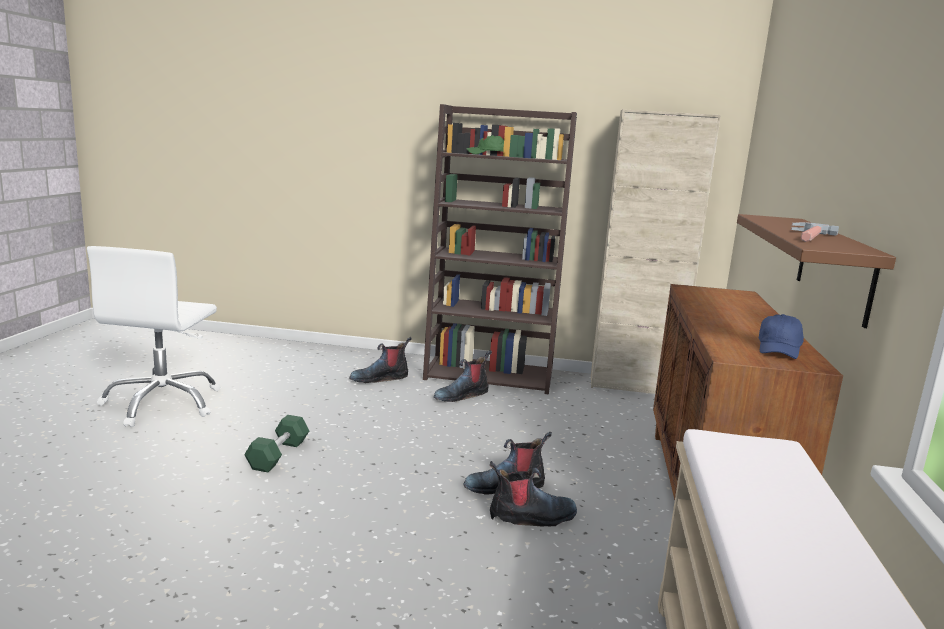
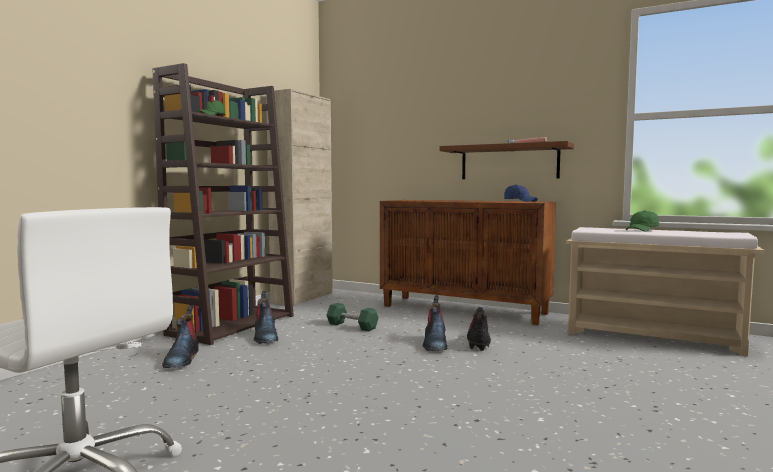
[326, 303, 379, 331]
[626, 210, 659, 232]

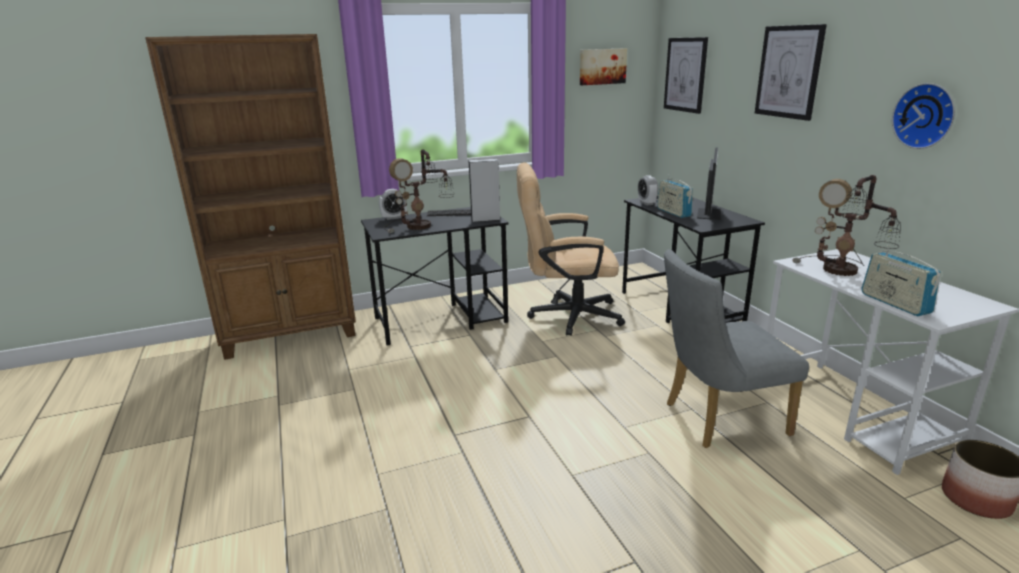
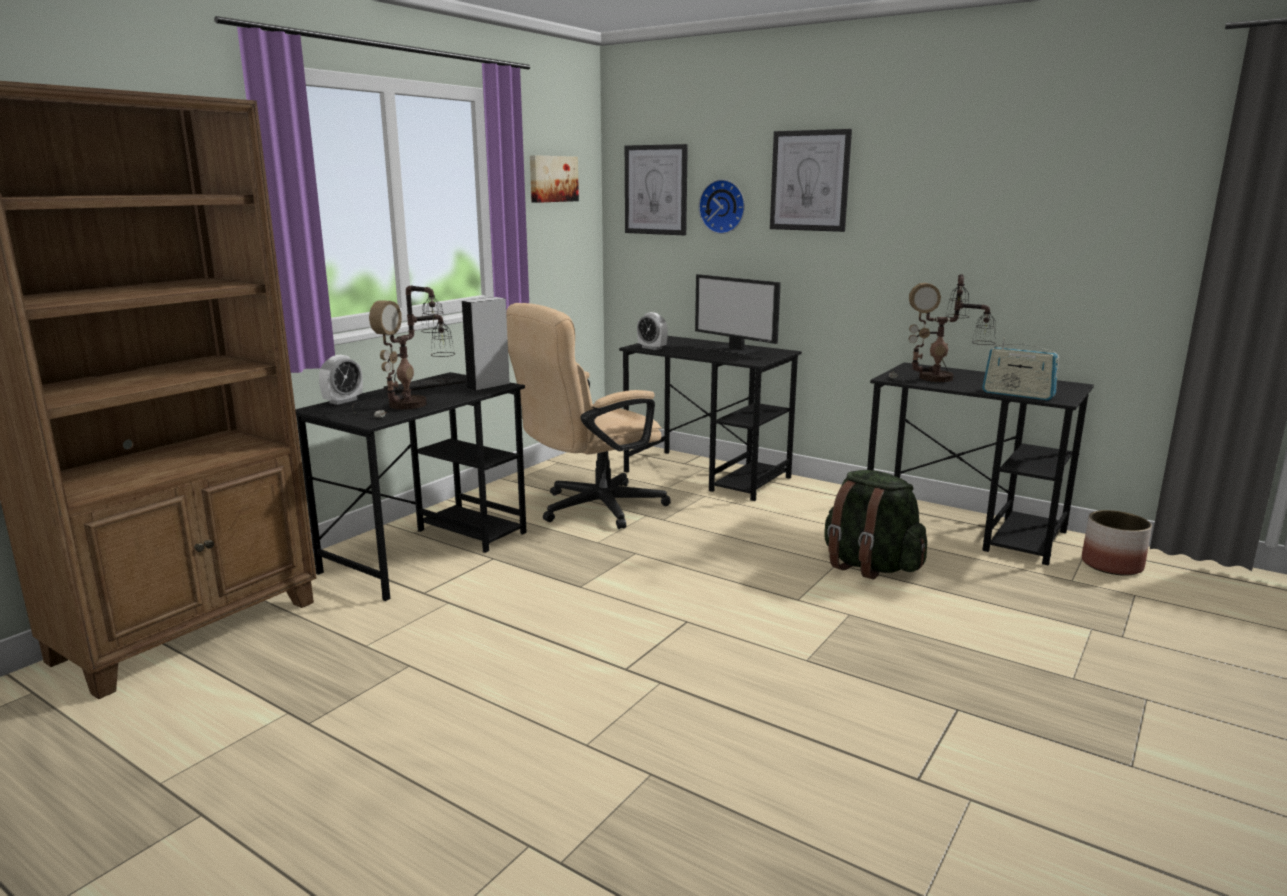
[657, 174, 693, 218] (first image)
[824, 470, 927, 579]
[695, 274, 781, 355]
[867, 362, 1094, 565]
[699, 179, 745, 234]

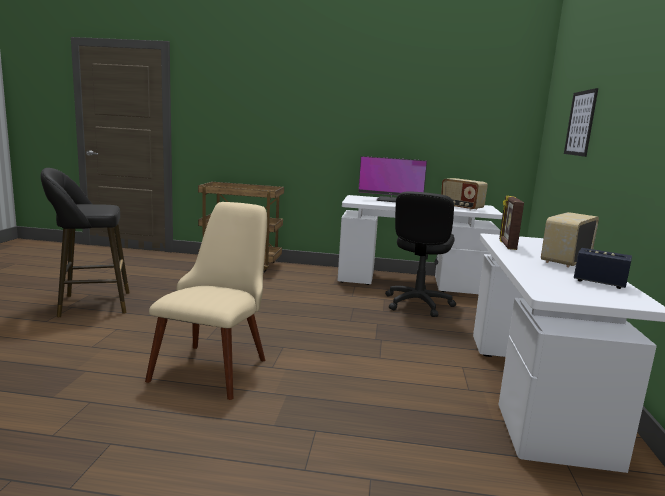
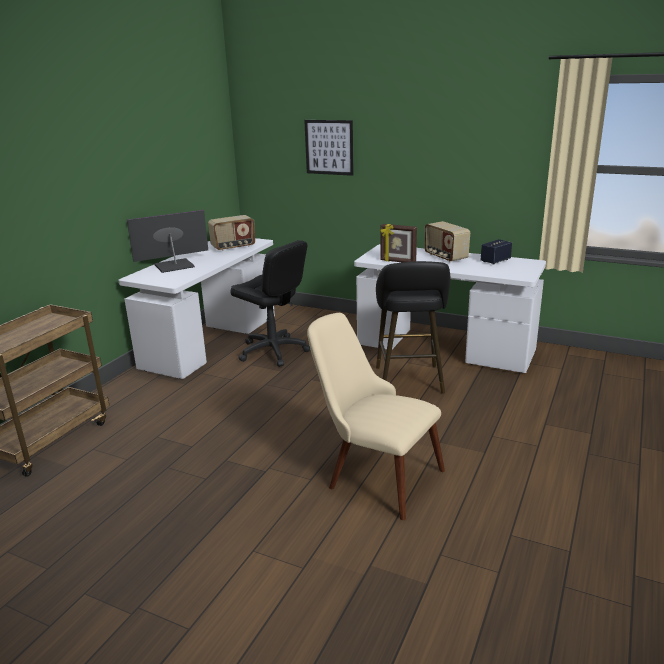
[376, 261, 451, 394]
[127, 210, 208, 273]

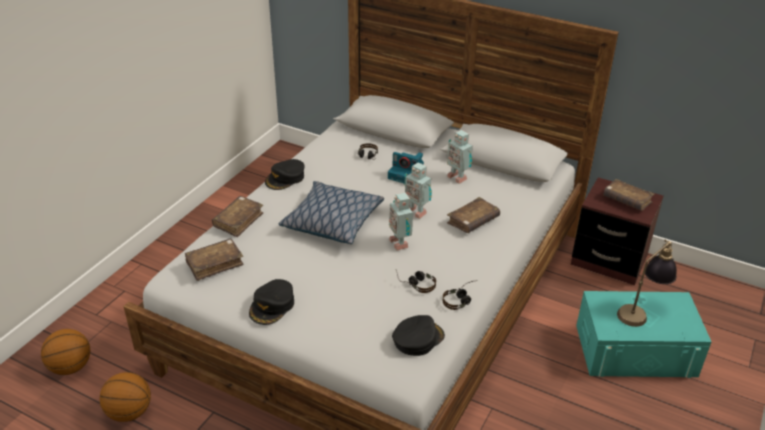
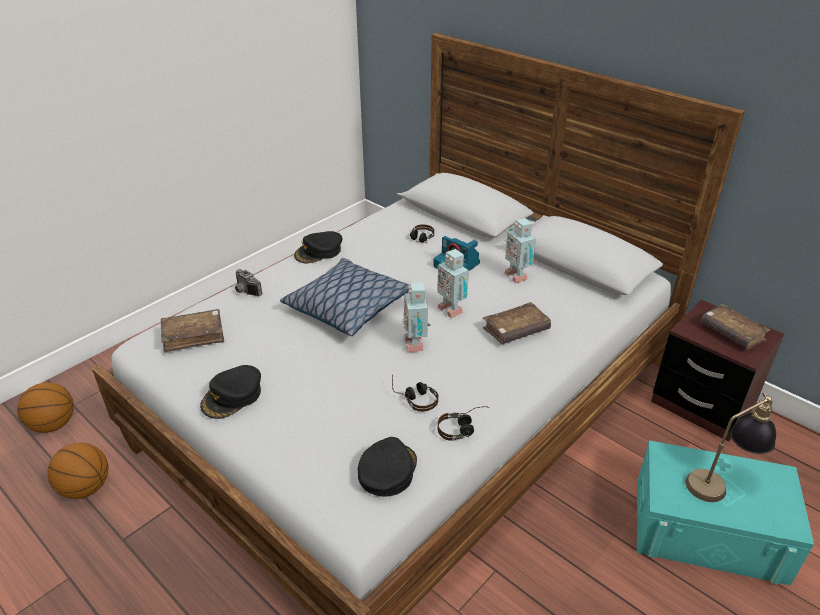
[235, 269, 263, 296]
[358, 437, 417, 497]

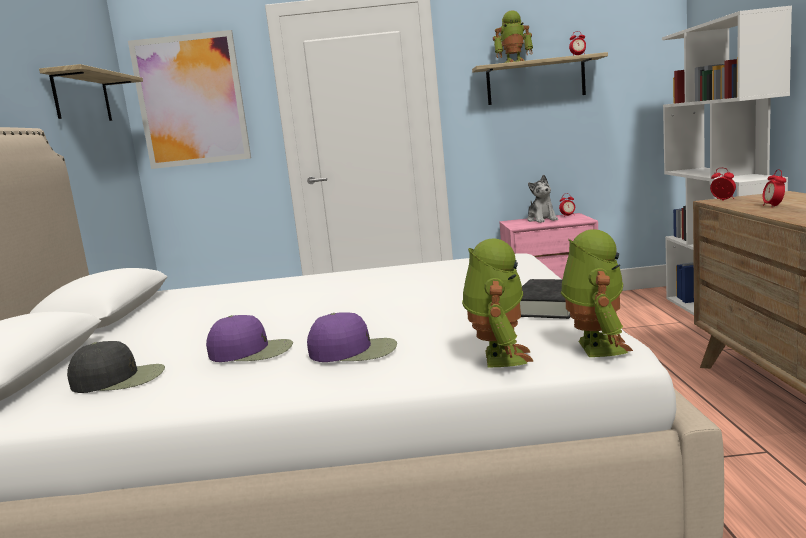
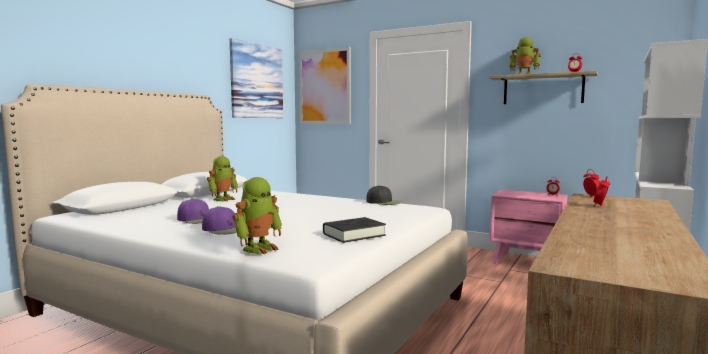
[230, 38, 283, 118]
[366, 185, 403, 205]
[527, 175, 558, 223] (first image)
[207, 156, 238, 201]

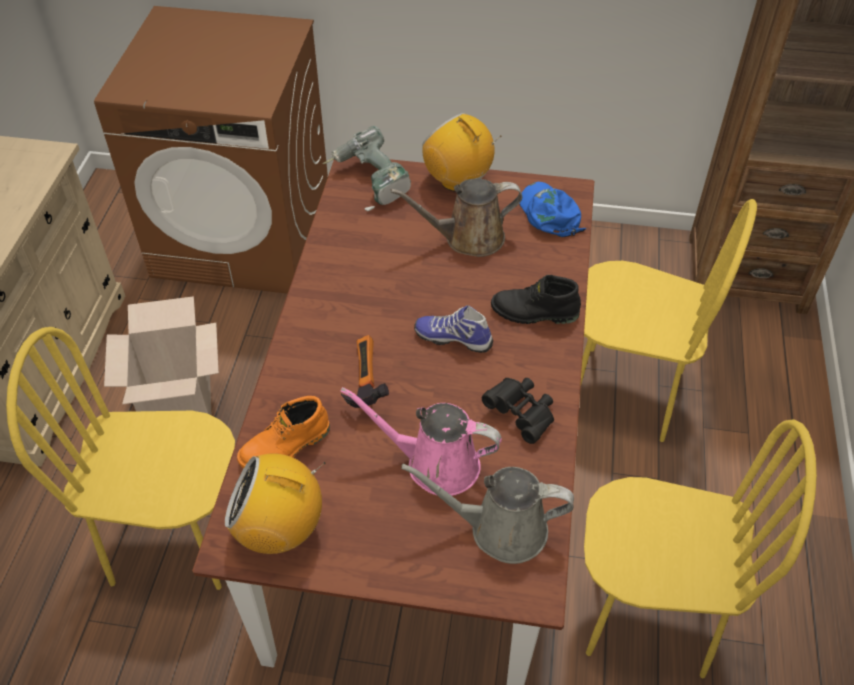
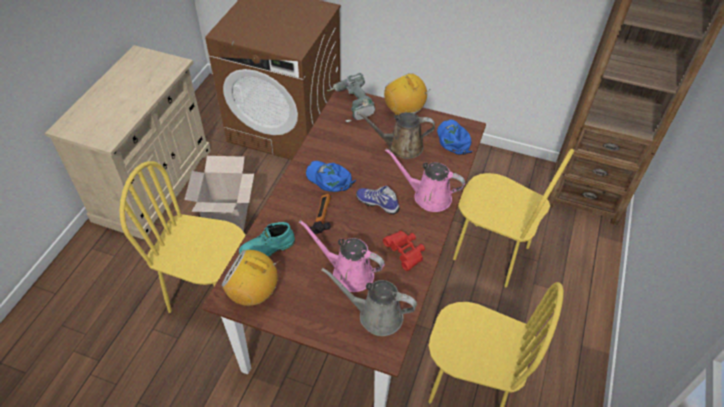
[239, 222, 295, 257]
[383, 231, 425, 271]
[385, 148, 465, 212]
[306, 161, 356, 192]

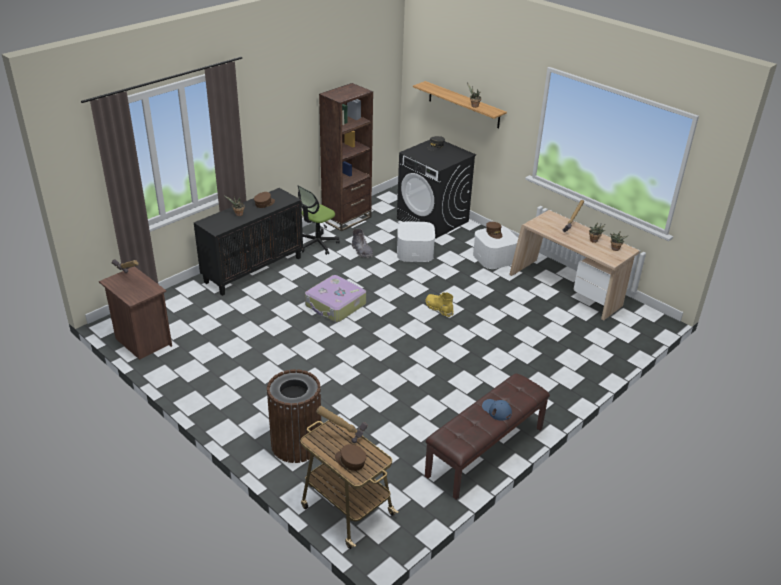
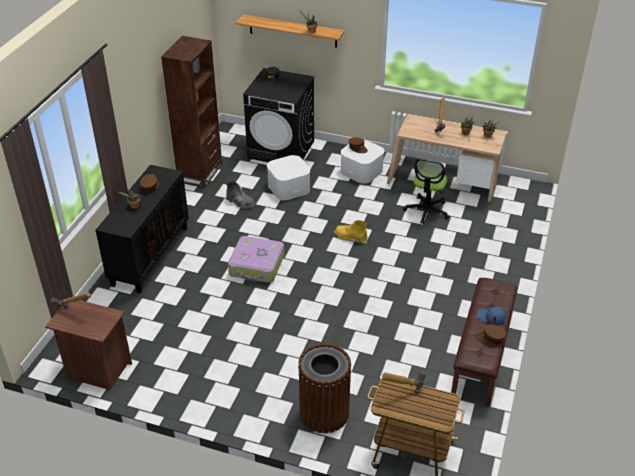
[403, 159, 449, 224]
[475, 324, 506, 345]

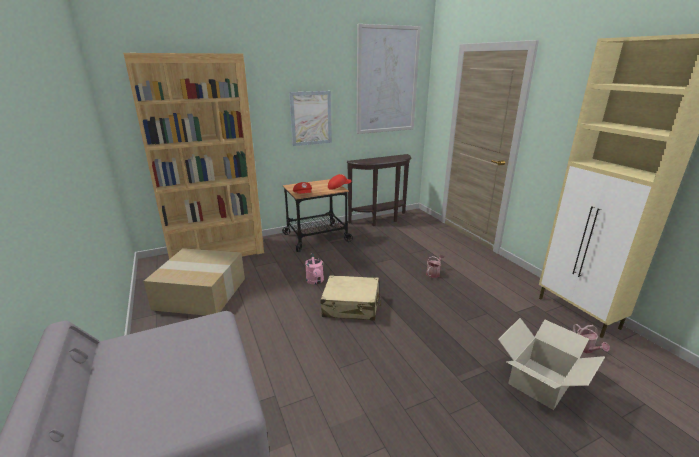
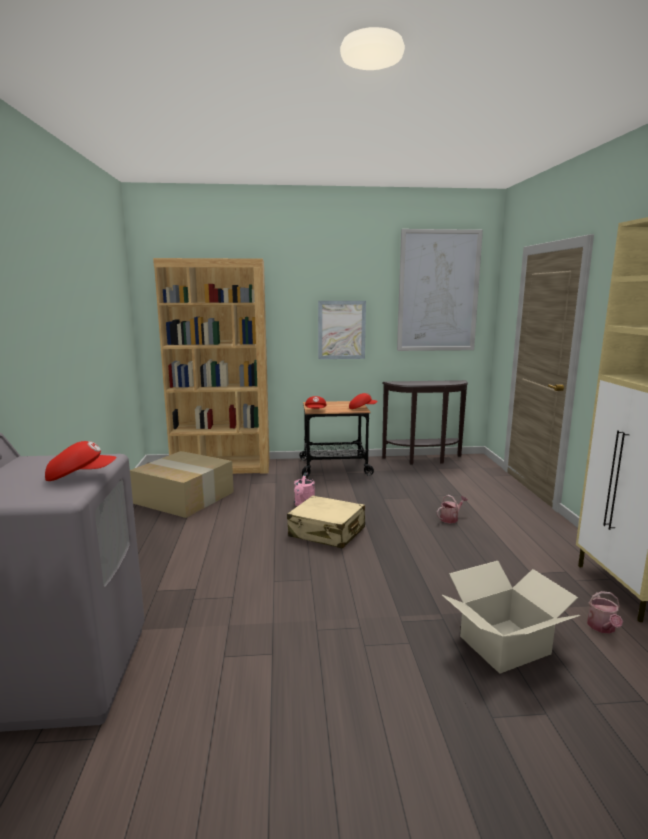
[45, 441, 116, 481]

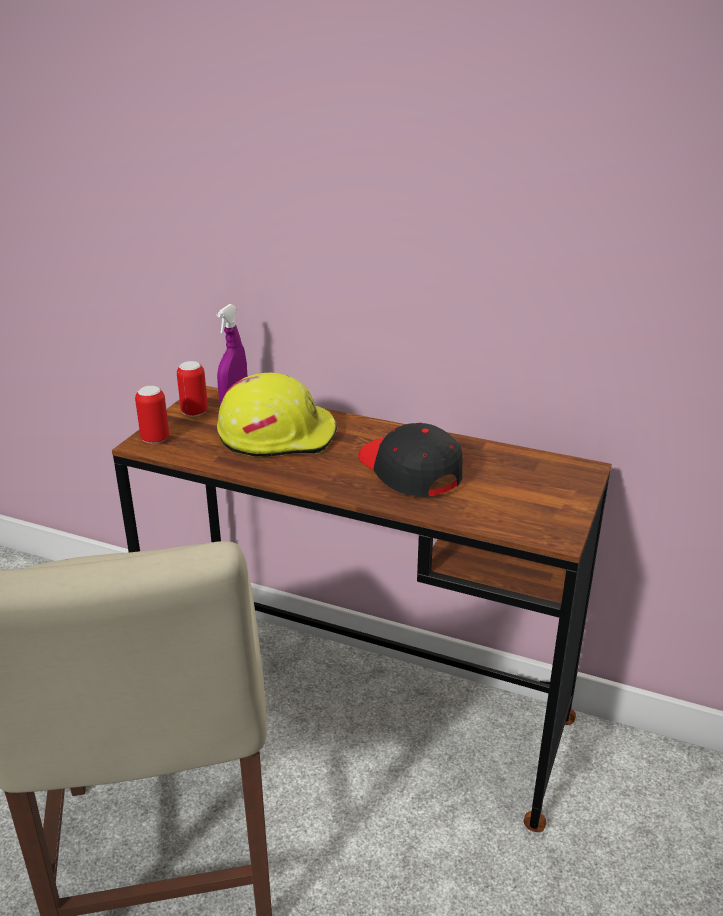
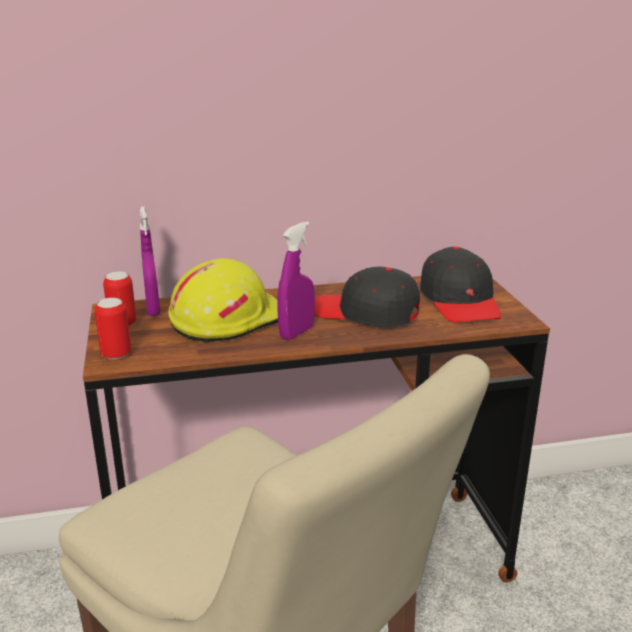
[277, 222, 315, 340]
[420, 247, 501, 322]

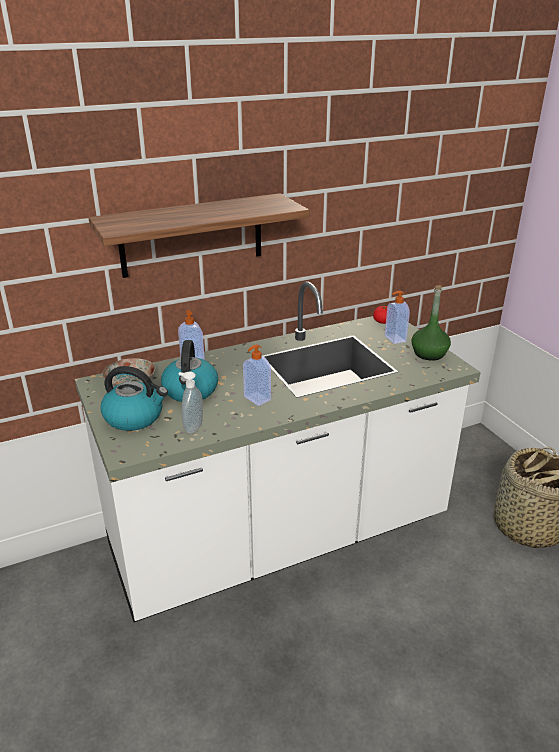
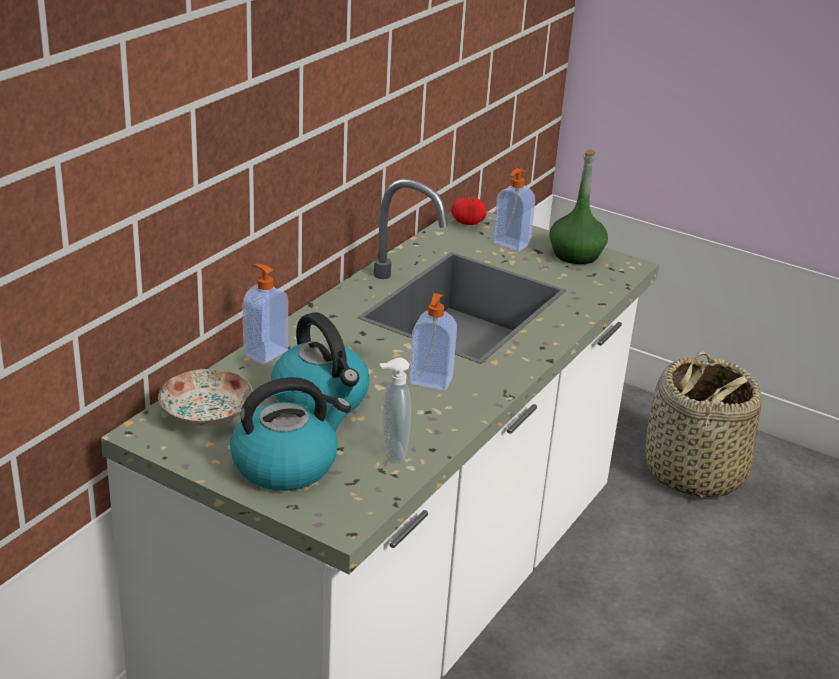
[89, 193, 310, 278] (first image)

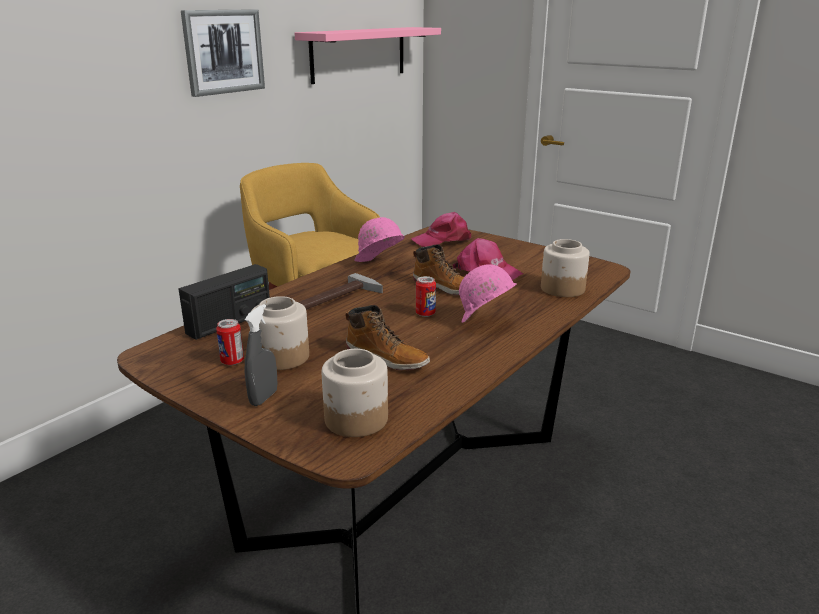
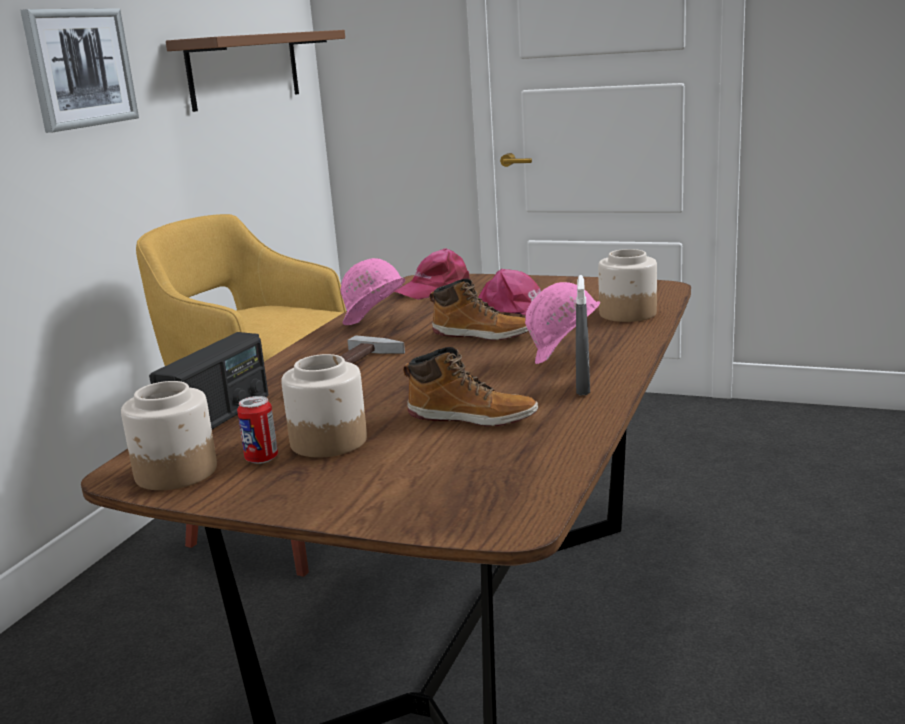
[576, 275, 590, 395]
[166, 30, 345, 112]
[121, 381, 217, 490]
[416, 276, 436, 317] (first image)

